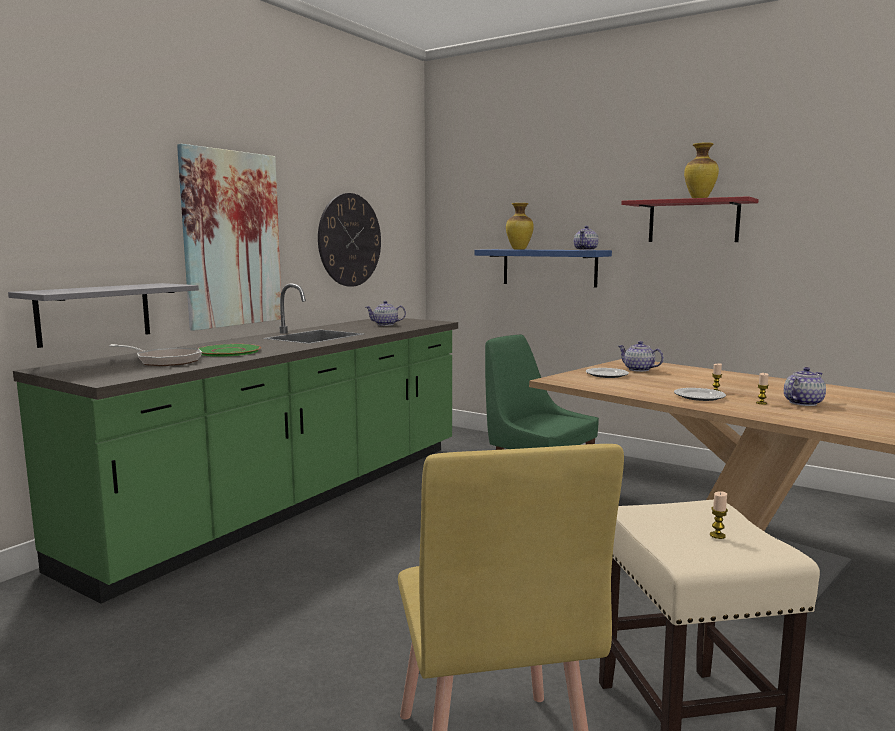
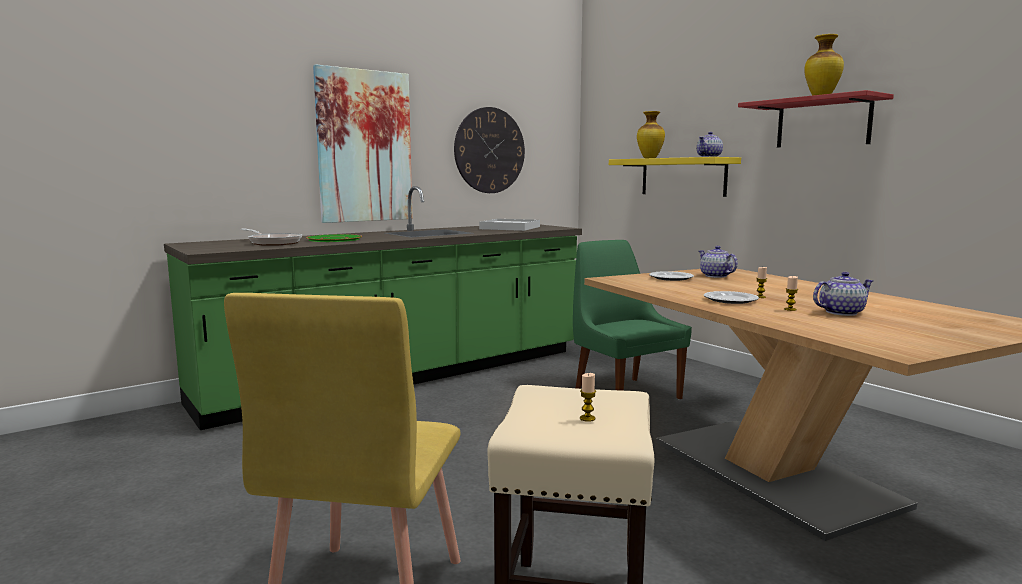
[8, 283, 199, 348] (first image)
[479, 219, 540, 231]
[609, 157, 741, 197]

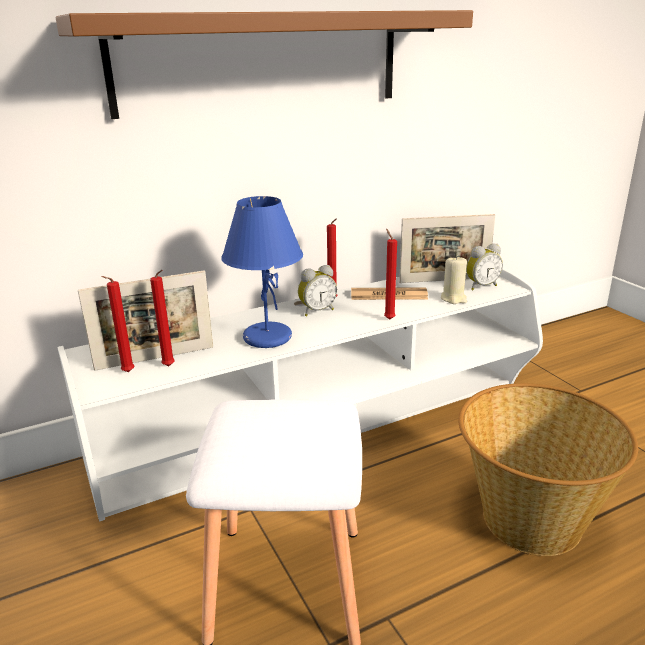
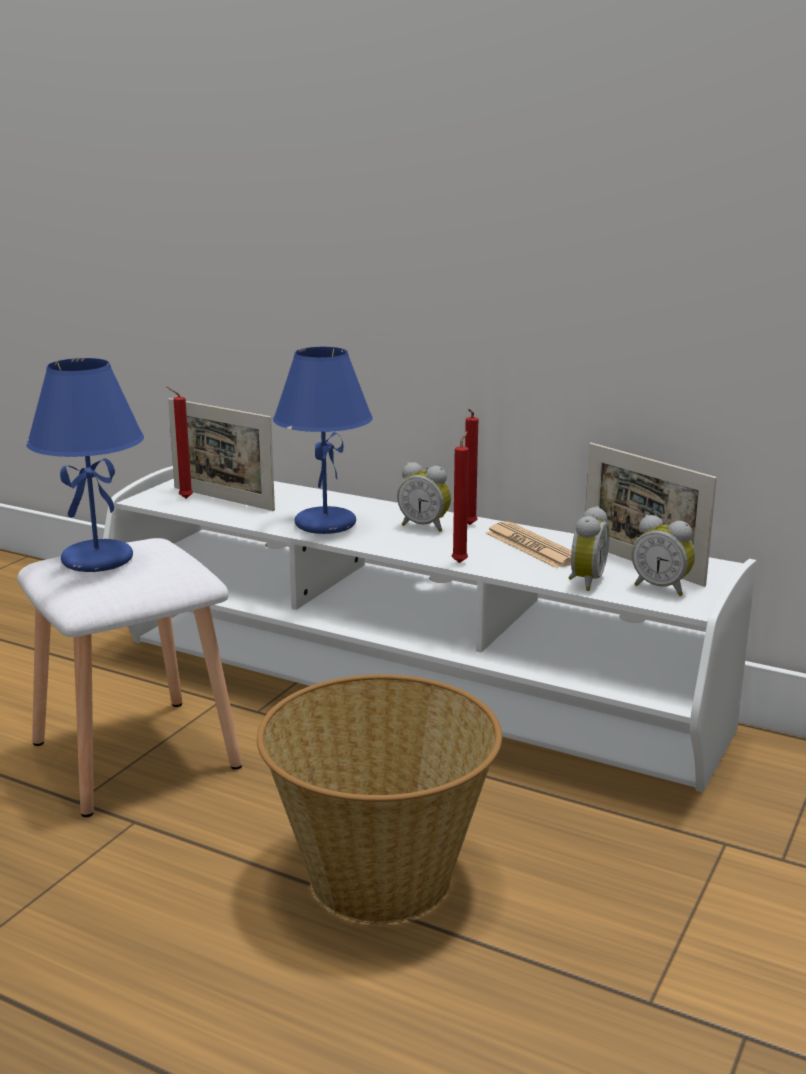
[56, 10, 473, 119] (first image)
[150, 270, 175, 366] (first image)
[568, 506, 609, 591]
[26, 358, 144, 572]

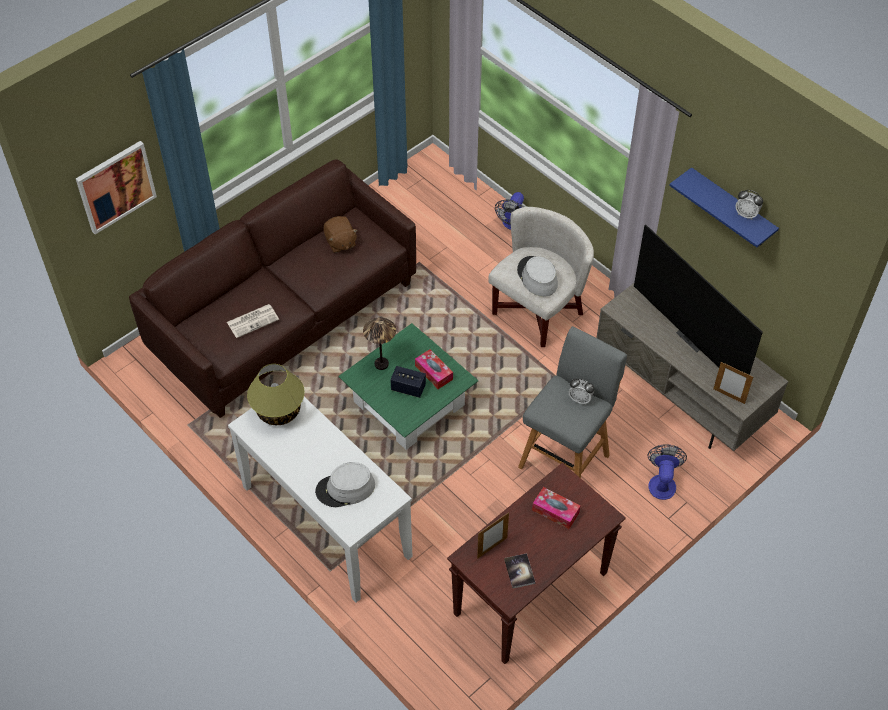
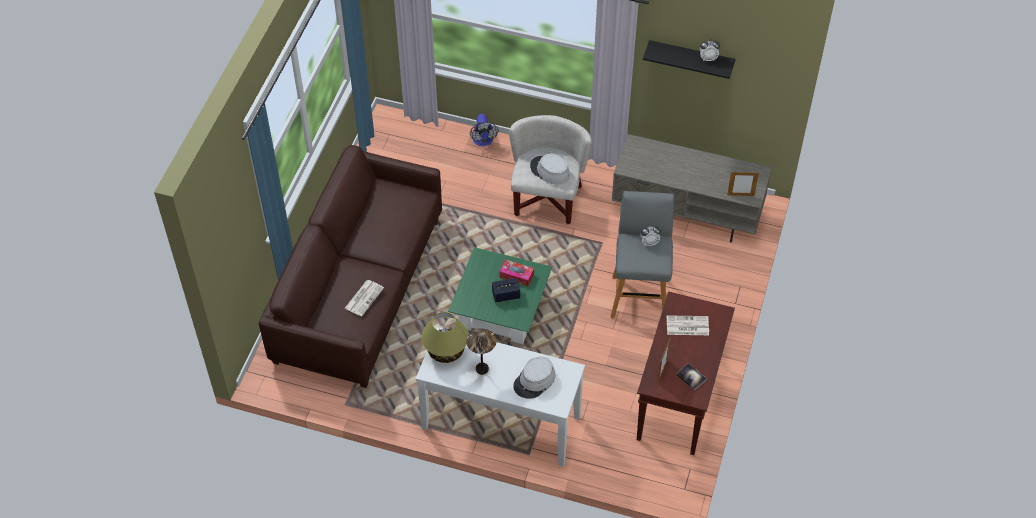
[76, 141, 157, 234] (first image)
[323, 216, 358, 253] (first image)
[466, 329, 496, 375]
[667, 315, 709, 335]
[634, 224, 763, 375] (first image)
[648, 444, 687, 500] (first image)
[643, 40, 735, 79]

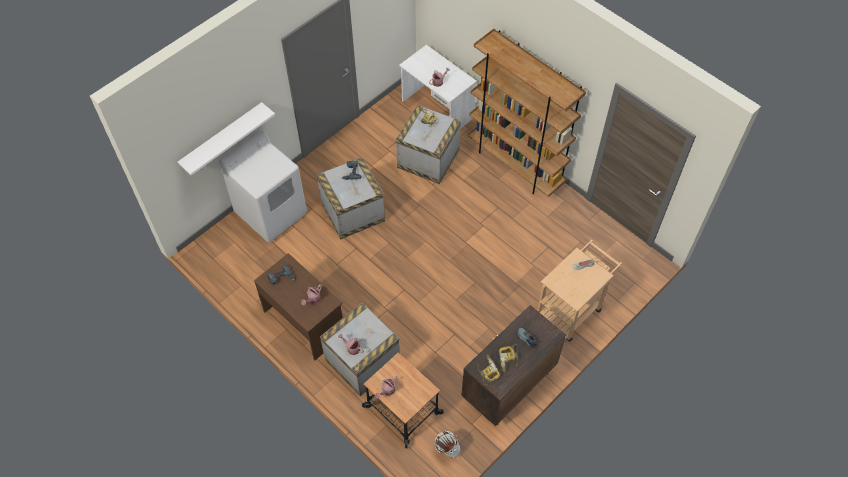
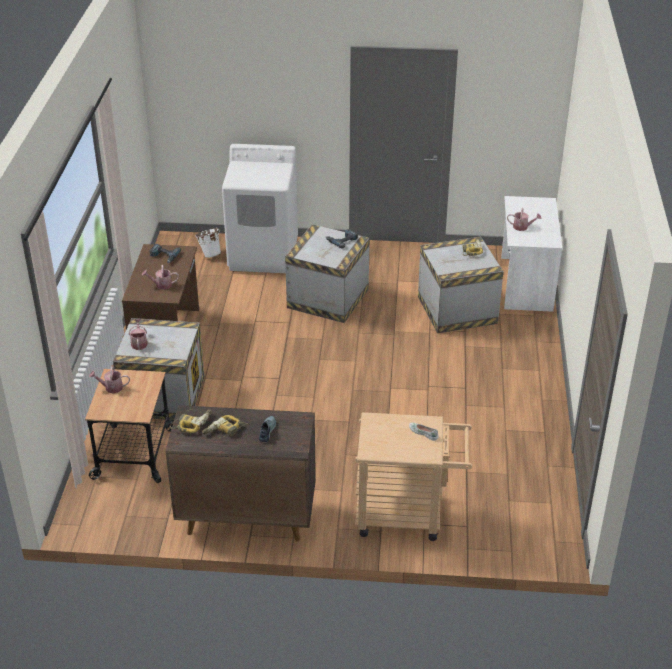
[178, 102, 275, 175] (first image)
[195, 227, 221, 258]
[468, 29, 586, 197] (first image)

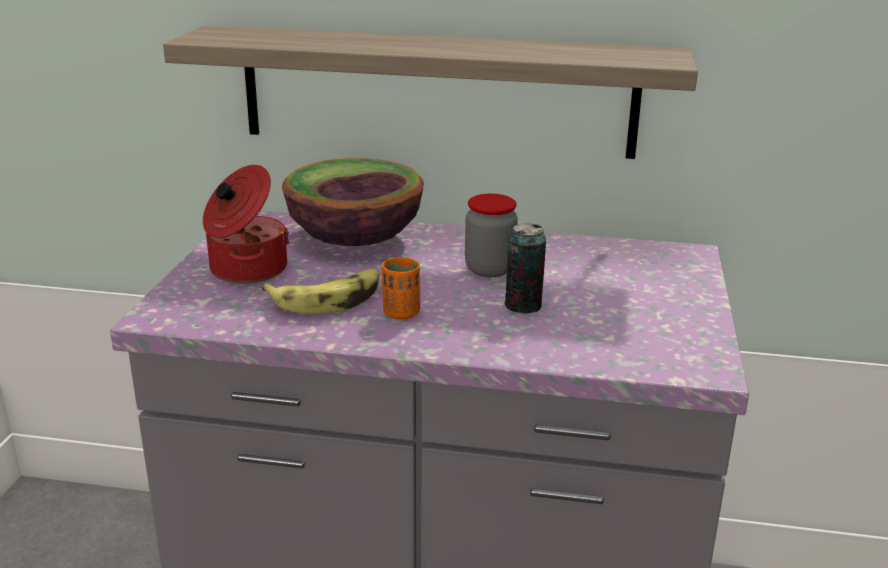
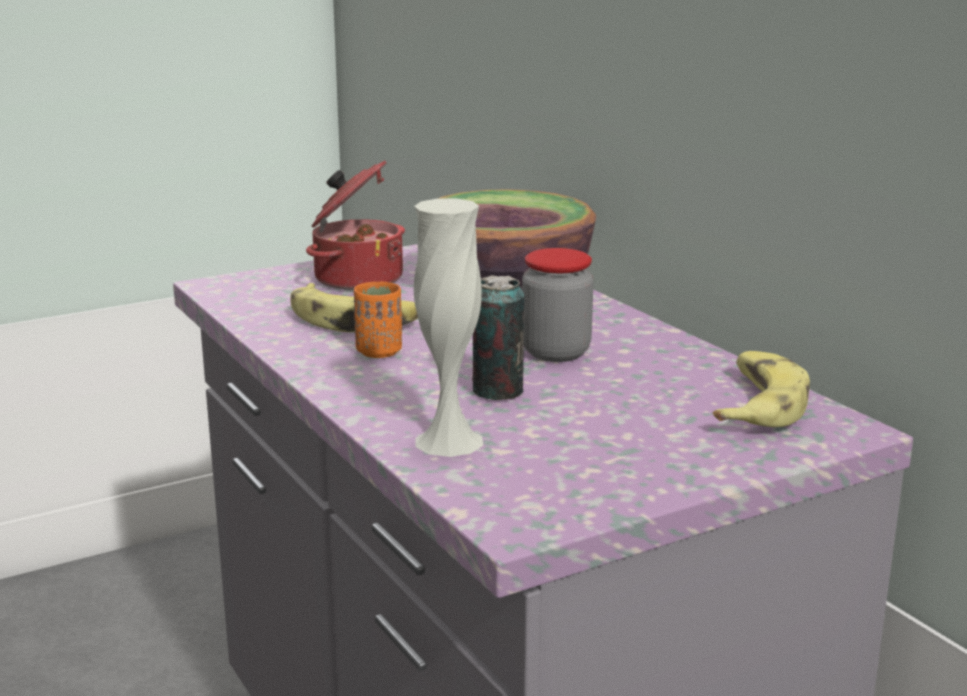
[163, 25, 698, 159] (first image)
[414, 199, 483, 457]
[713, 351, 810, 427]

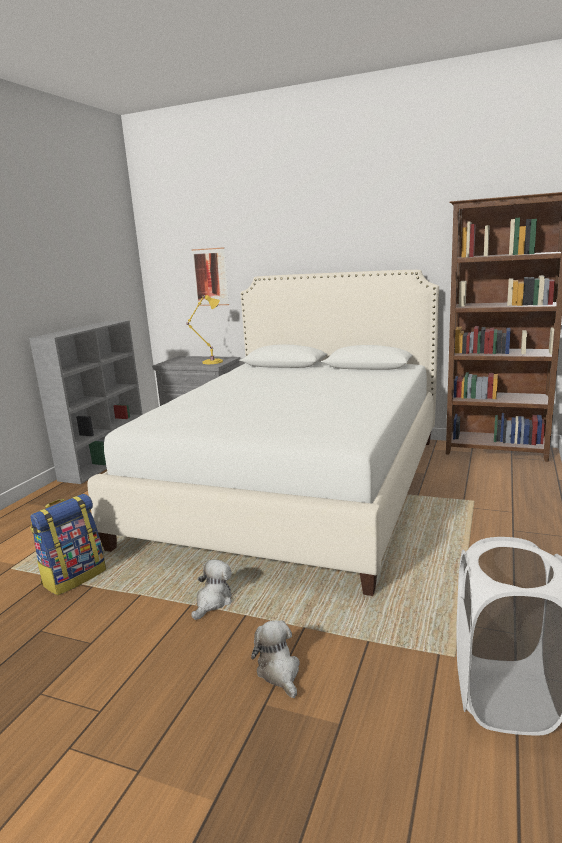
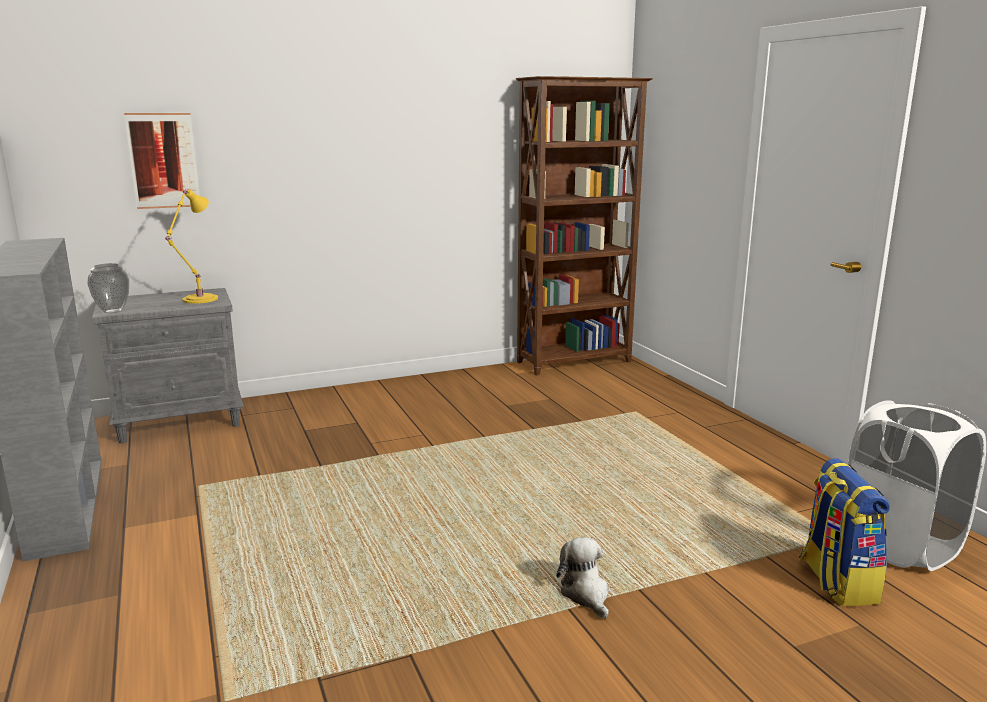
[799, 458, 890, 606]
[87, 270, 439, 596] (first image)
[251, 621, 300, 698] (first image)
[87, 263, 129, 313]

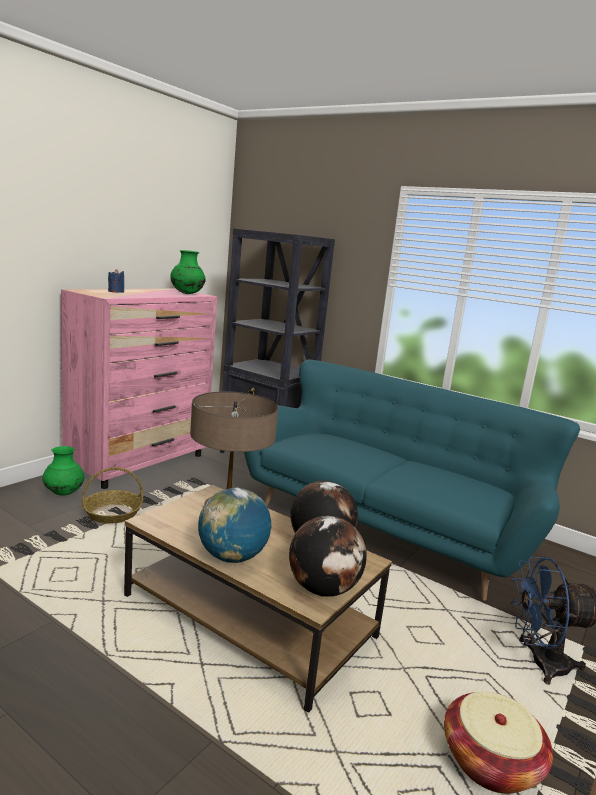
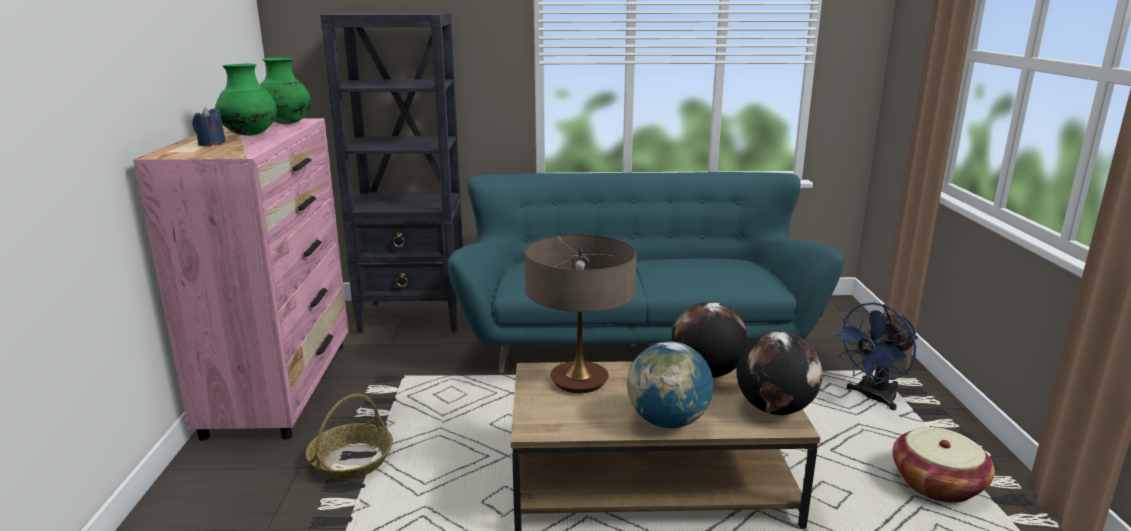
[215, 64, 277, 136]

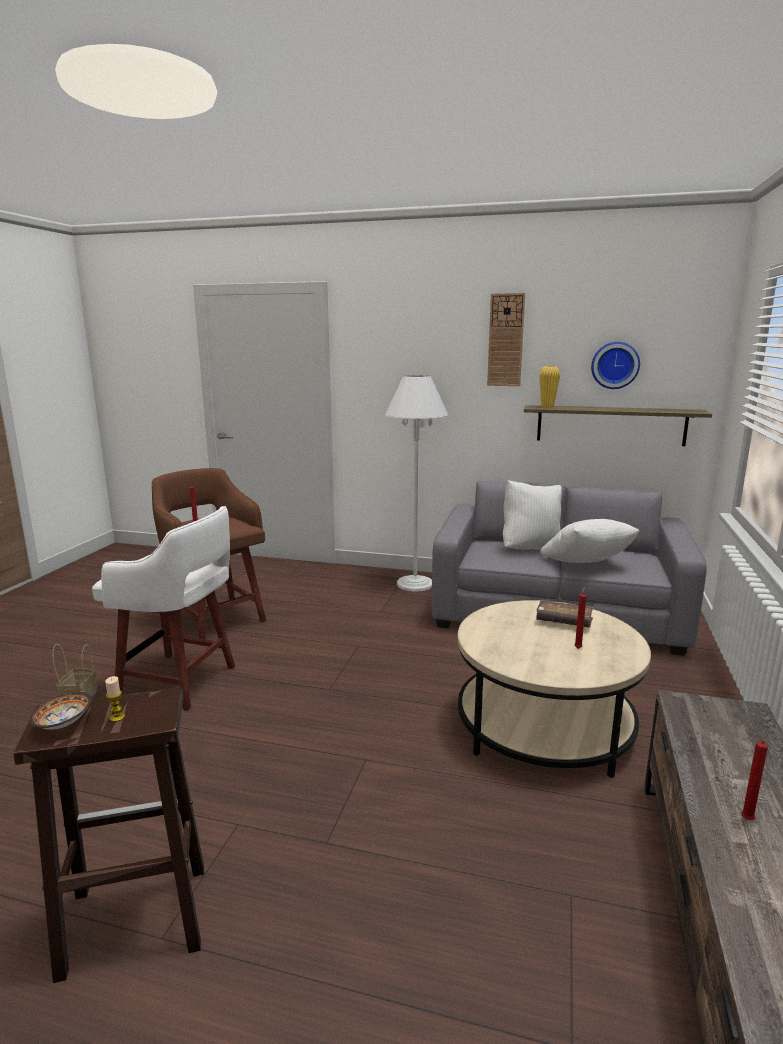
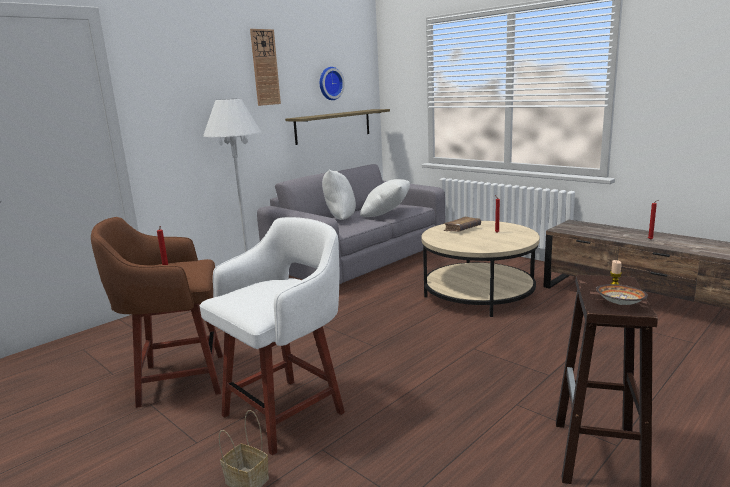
[539, 366, 560, 407] (first image)

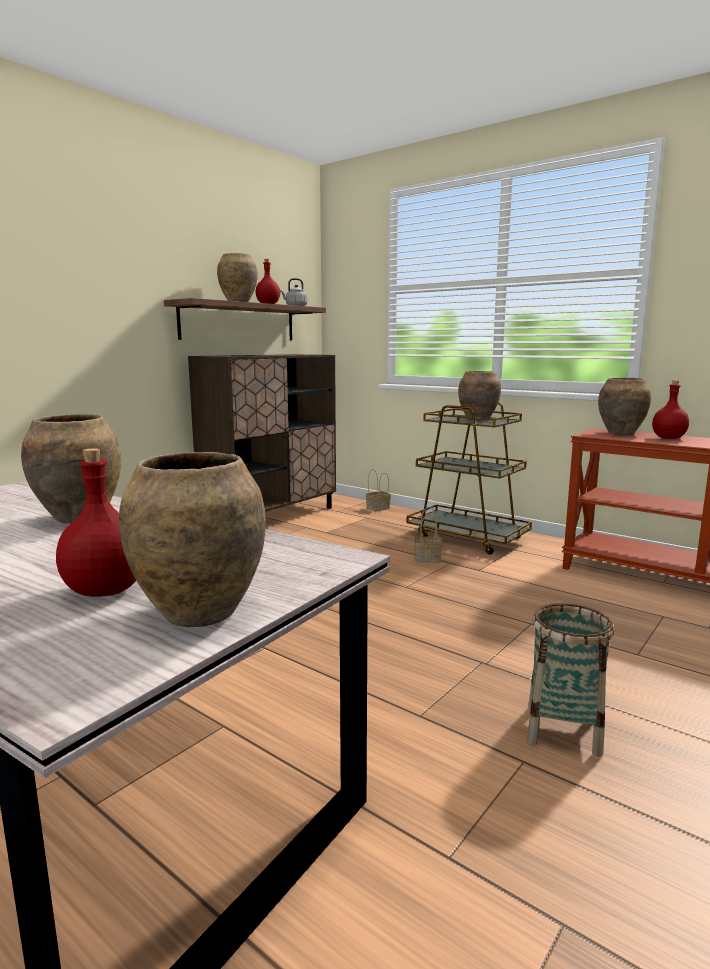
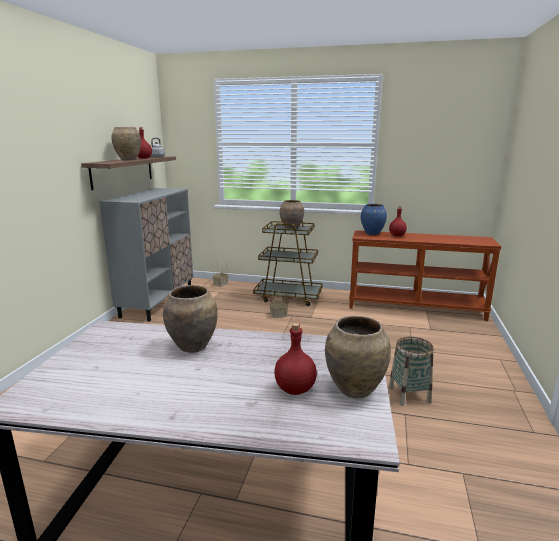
[99, 188, 193, 321]
[361, 204, 387, 235]

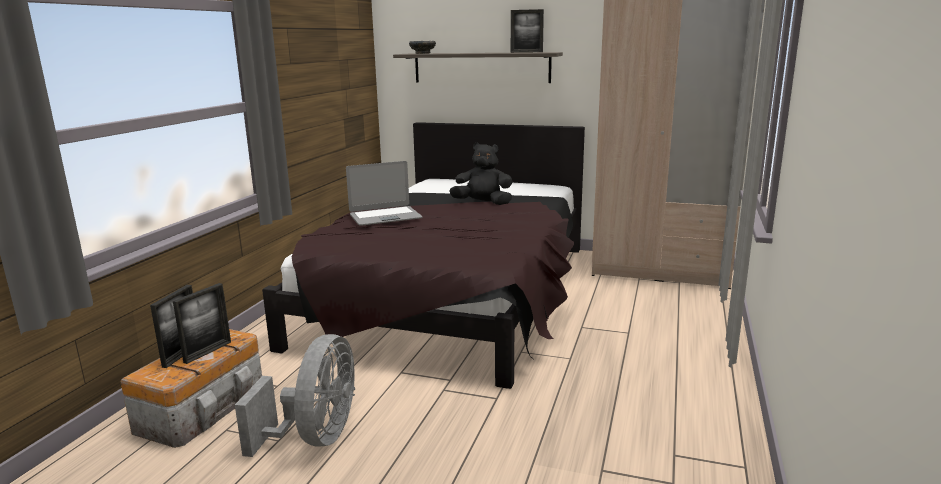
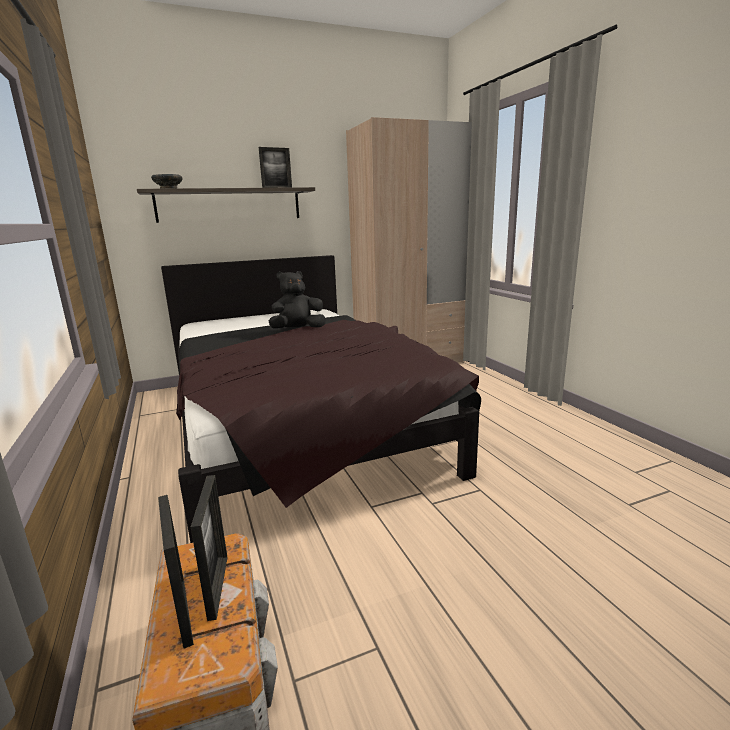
[235, 334, 355, 457] (first image)
[346, 161, 423, 226] (first image)

